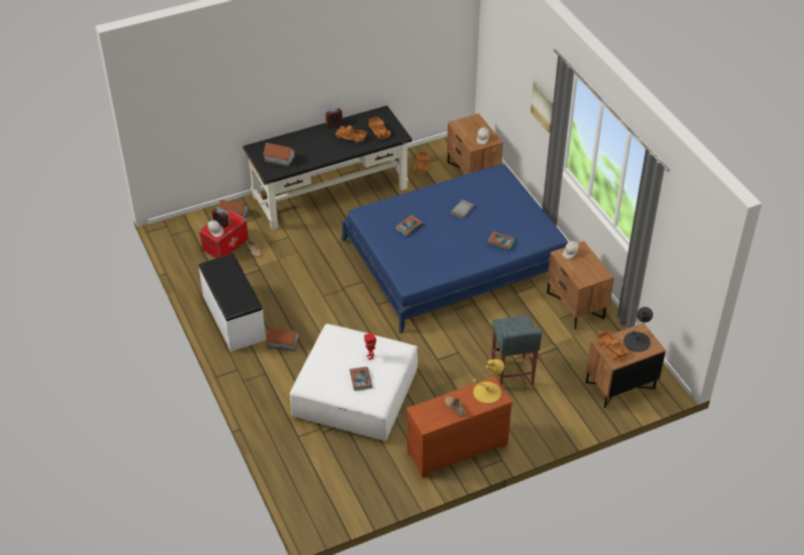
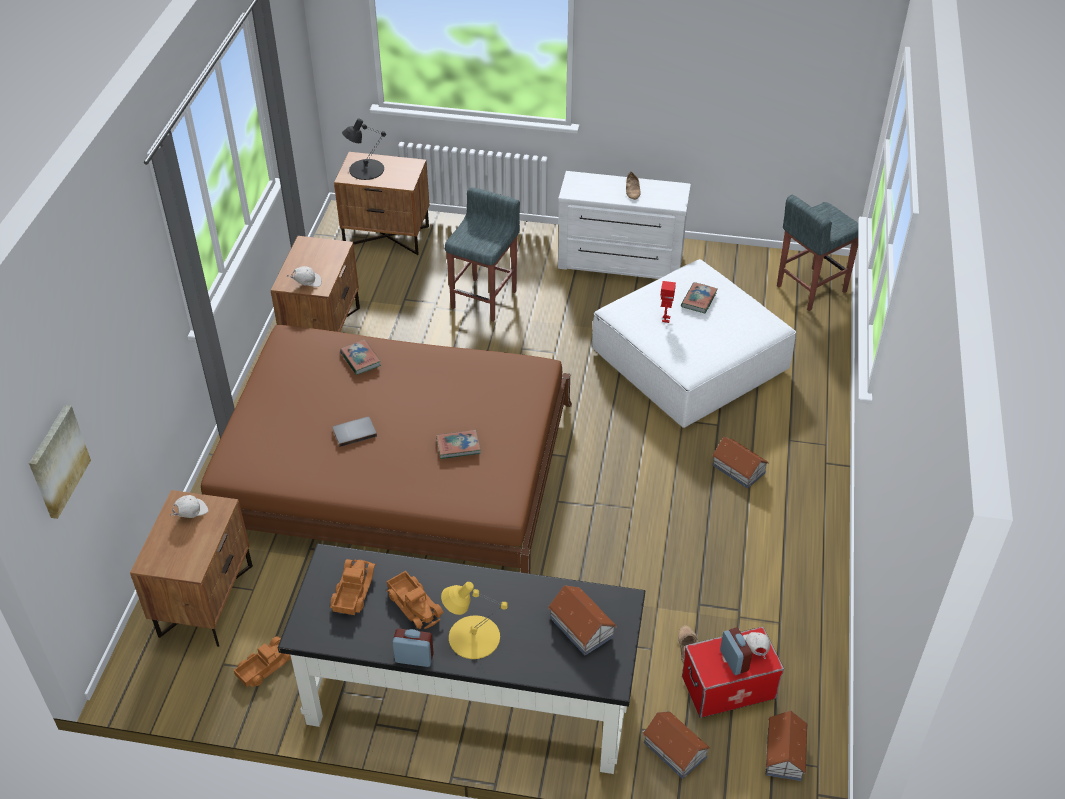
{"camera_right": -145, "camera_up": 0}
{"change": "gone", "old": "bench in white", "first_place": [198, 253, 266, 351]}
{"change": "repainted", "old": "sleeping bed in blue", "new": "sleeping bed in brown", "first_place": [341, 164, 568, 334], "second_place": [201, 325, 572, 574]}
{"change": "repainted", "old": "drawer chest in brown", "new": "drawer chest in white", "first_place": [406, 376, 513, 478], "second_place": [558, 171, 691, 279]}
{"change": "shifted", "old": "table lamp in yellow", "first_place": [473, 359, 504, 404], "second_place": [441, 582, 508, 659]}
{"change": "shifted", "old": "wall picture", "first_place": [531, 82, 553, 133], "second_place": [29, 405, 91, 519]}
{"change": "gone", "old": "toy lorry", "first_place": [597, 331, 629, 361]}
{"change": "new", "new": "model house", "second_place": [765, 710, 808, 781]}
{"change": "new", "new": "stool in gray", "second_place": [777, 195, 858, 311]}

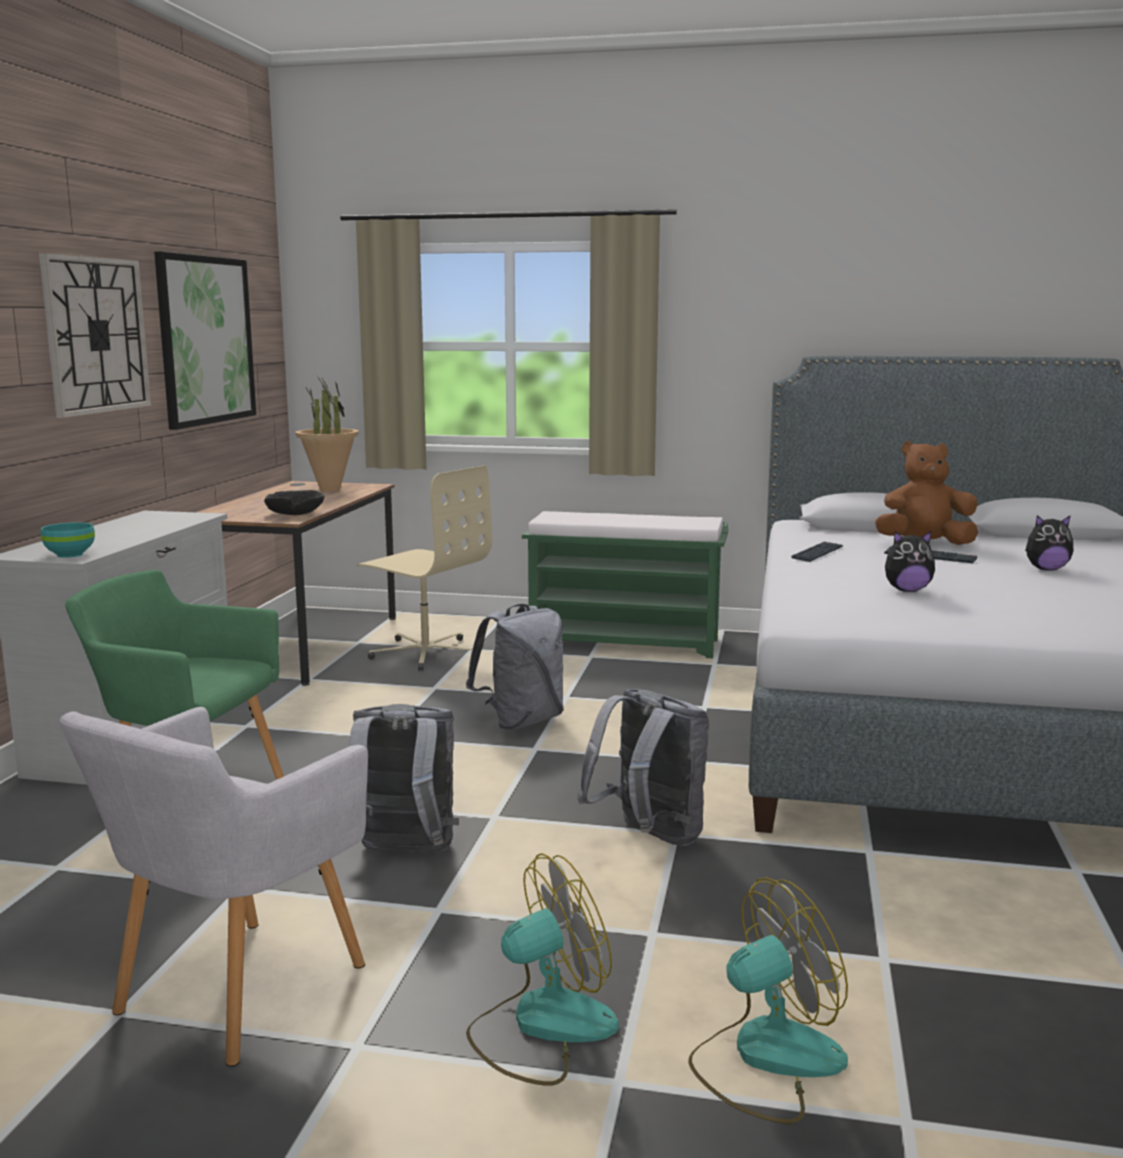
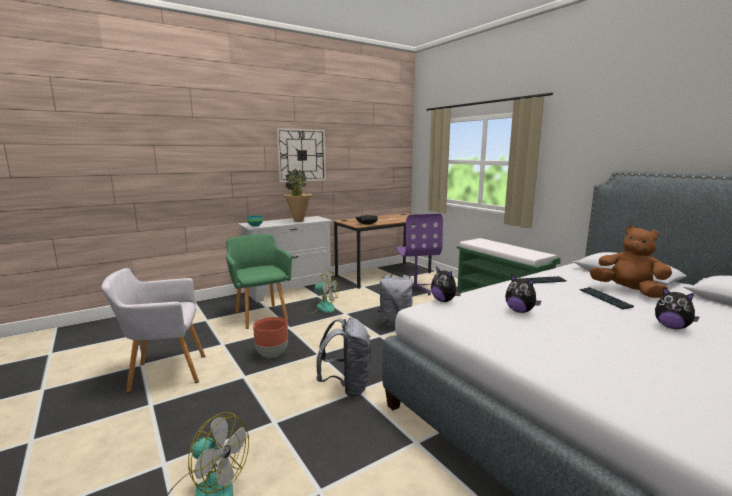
{"camera_right": 45, "camera_up": 0}
{"change": "gone", "old": "wall picture", "first_place": [154, 251, 256, 430]}
{"change": "shifted", "old": "plant in a pot", "first_place": [295, 376, 359, 492], "second_place": [284, 168, 312, 222]}
{"change": "swapped", "old": "rucksack in gray", "new": "flower pot in brown", "first_place": [349, 704, 459, 853], "second_place": [253, 317, 288, 358]}
{"change": "repainted", "old": "desk chair in beige-coloured", "new": "desk chair in purple", "first_place": [356, 465, 492, 671], "second_place": [394, 214, 443, 295]}
{"change": "shifted", "old": "electric fan", "first_place": [466, 853, 619, 1086], "second_place": [303, 270, 339, 314]}
{"change": "new", "new": "plush toy", "second_place": [431, 266, 461, 302]}

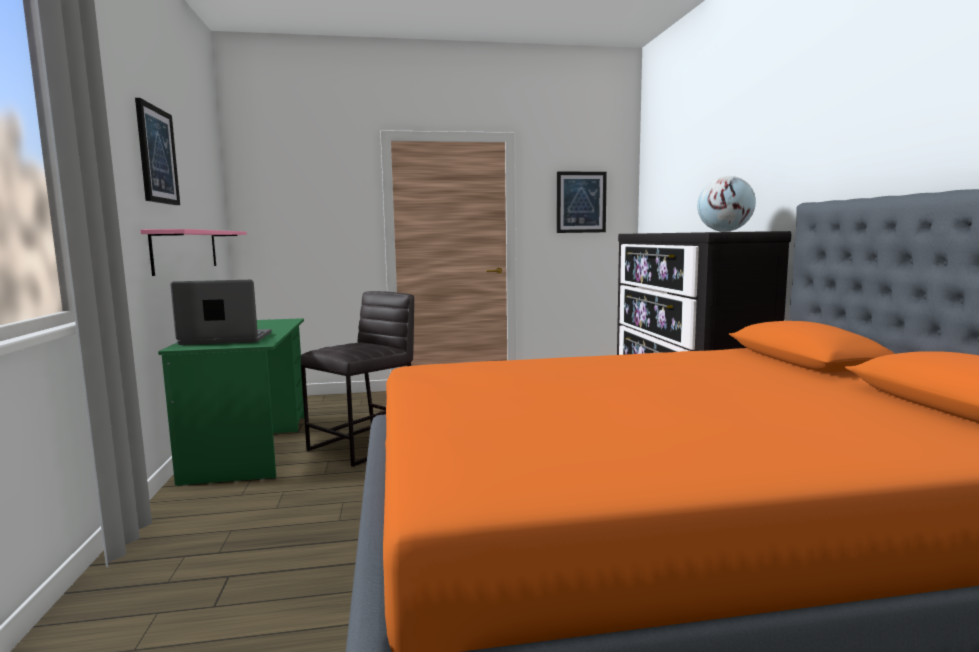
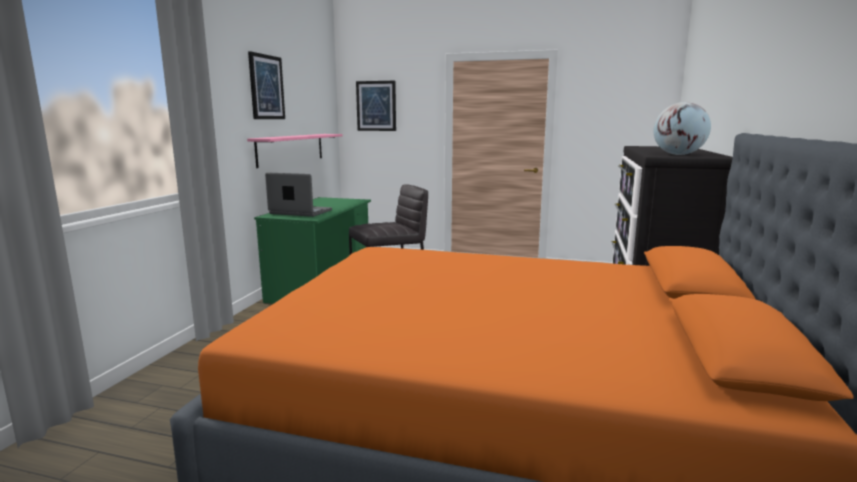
{"camera_right": 25, "camera_up": 5}
{"change": "shifted", "old": "wall picture", "first_place": [557, 172, 607, 233], "second_place": [356, 81, 396, 131]}

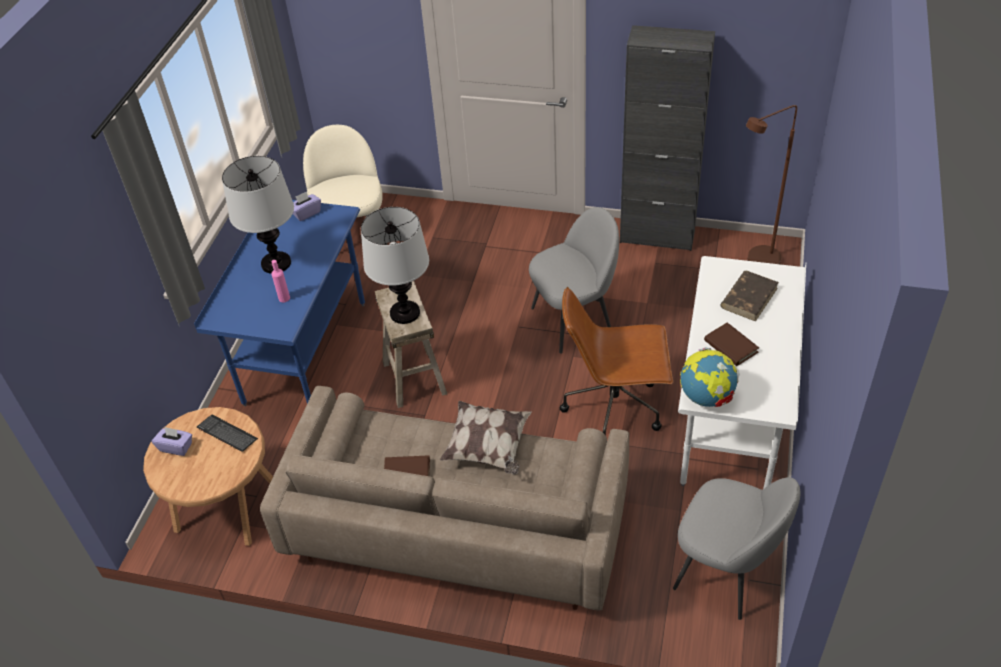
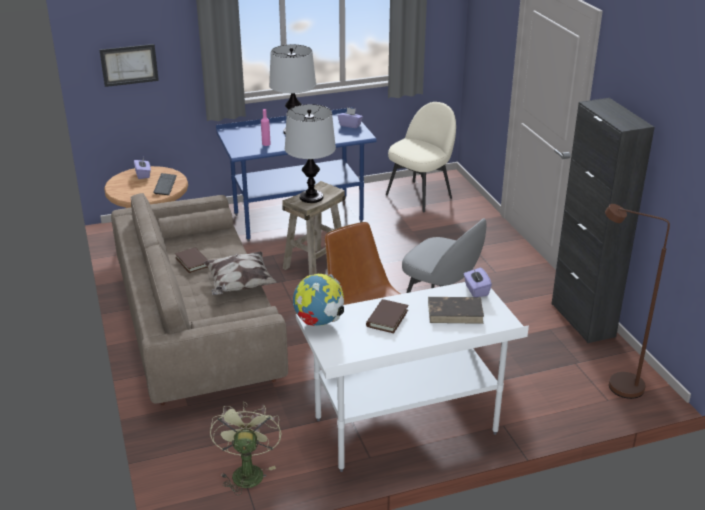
{"camera_right": 55, "camera_up": -15}
{"change": "swapped", "old": "plain chair in gray", "new": "electric fan in greenish", "first_place": [673, 477, 801, 620], "second_place": [210, 401, 282, 495]}
{"change": "new", "new": "wall picture", "second_place": [99, 44, 159, 87]}
{"change": "new", "new": "tissue holder in purple", "second_place": [464, 267, 492, 297]}

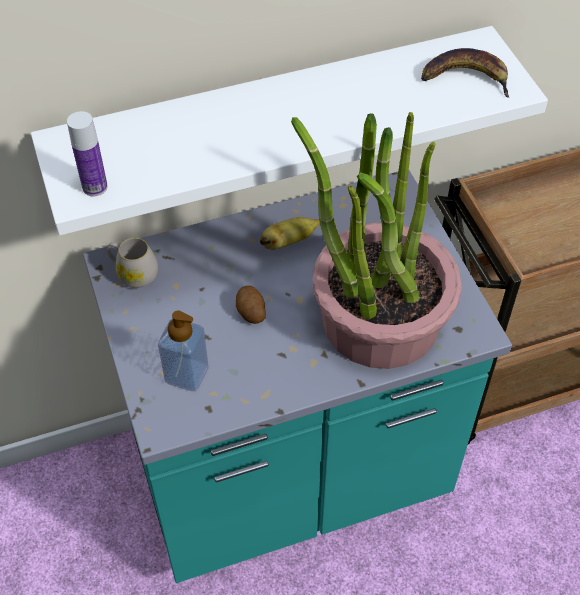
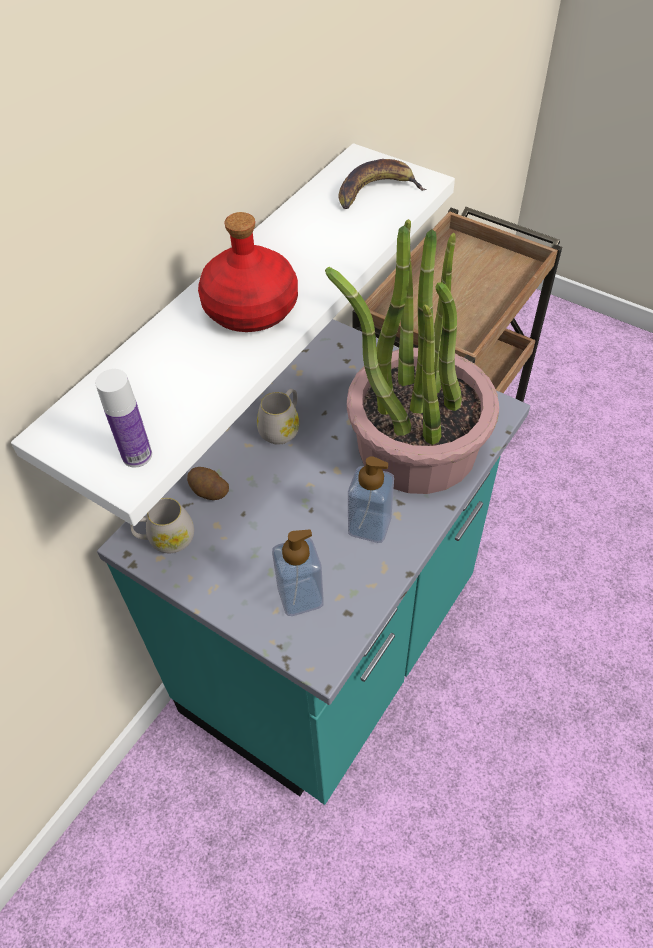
{"camera_right": -35, "camera_up": 0}
{"change": "shifted", "old": "potato", "first_place": [236, 285, 266, 324], "second_place": [187, 467, 229, 500]}
{"change": "swapped", "old": "whole banana", "new": "coffee mug in white", "first_place": [260, 217, 320, 250], "second_place": [257, 389, 300, 445]}
{"change": "new", "new": "bottle in reddish", "second_place": [198, 212, 298, 332]}
{"change": "new", "new": "soap bottle", "second_place": [348, 456, 394, 543]}

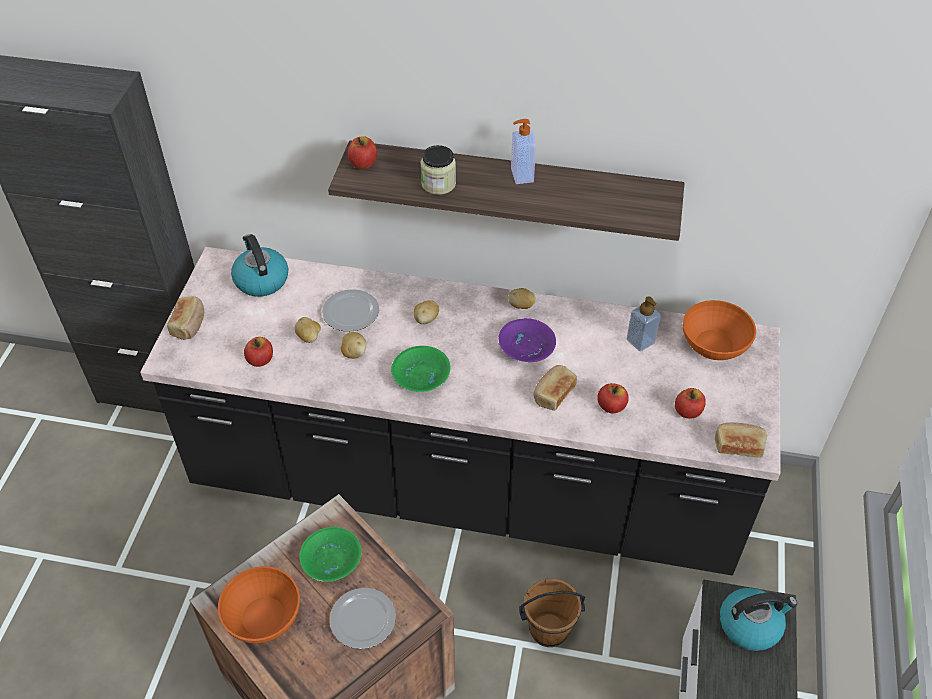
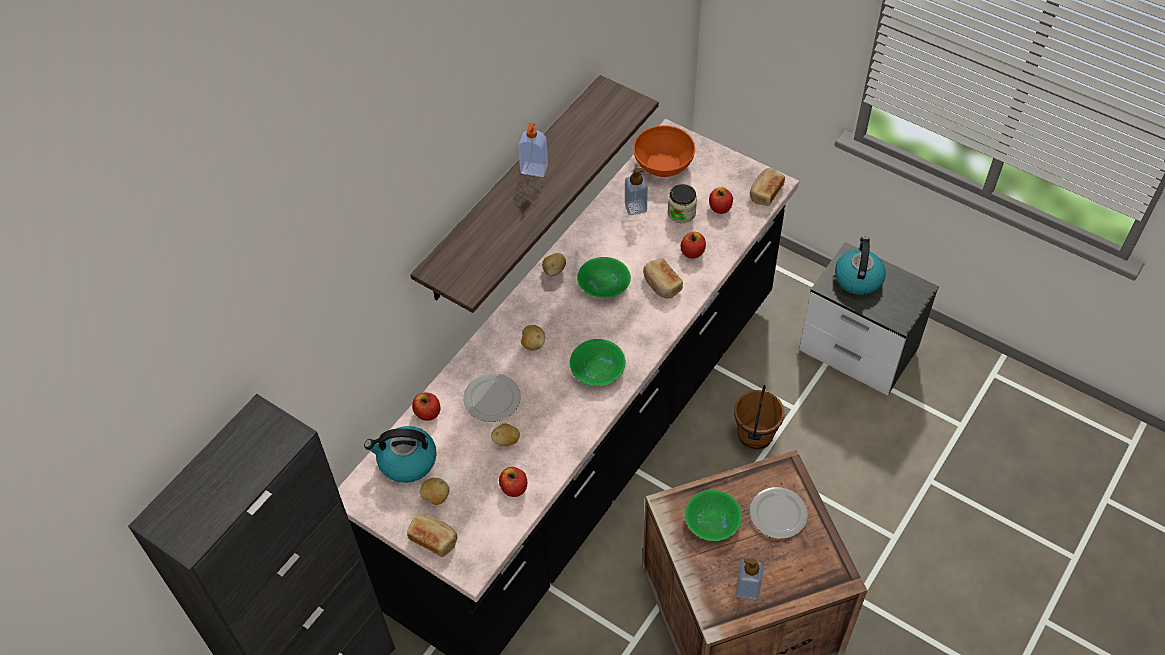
{"camera_right": -65, "camera_up": 5}
{"change": "swapped", "old": "deep dish in orange-coloured", "new": "soap bottle", "first_place": [218, 566, 300, 643], "second_place": [736, 558, 764, 600]}
{"change": "shifted", "old": "potato", "first_place": [341, 332, 366, 359], "second_place": [420, 478, 449, 505]}
{"change": "shifted", "old": "whole apple", "first_place": [348, 136, 377, 169], "second_place": [412, 393, 440, 421]}
{"change": "shifted", "old": "jar", "first_place": [420, 145, 456, 195], "second_place": [668, 184, 697, 223]}
{"change": "repainted", "old": "deep dish in purple", "new": "deep dish in greenish", "first_place": [498, 318, 556, 362], "second_place": [577, 257, 631, 298]}

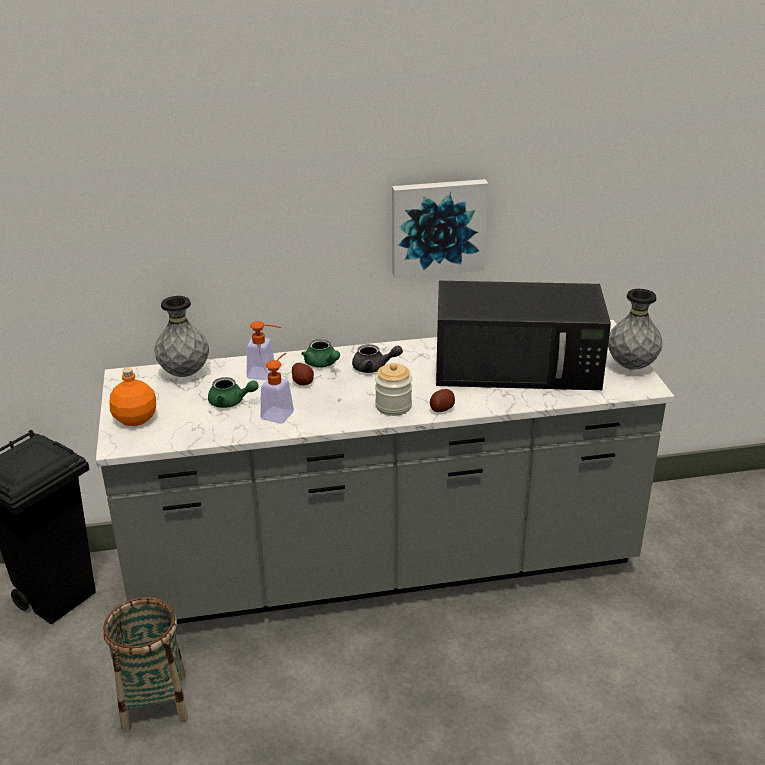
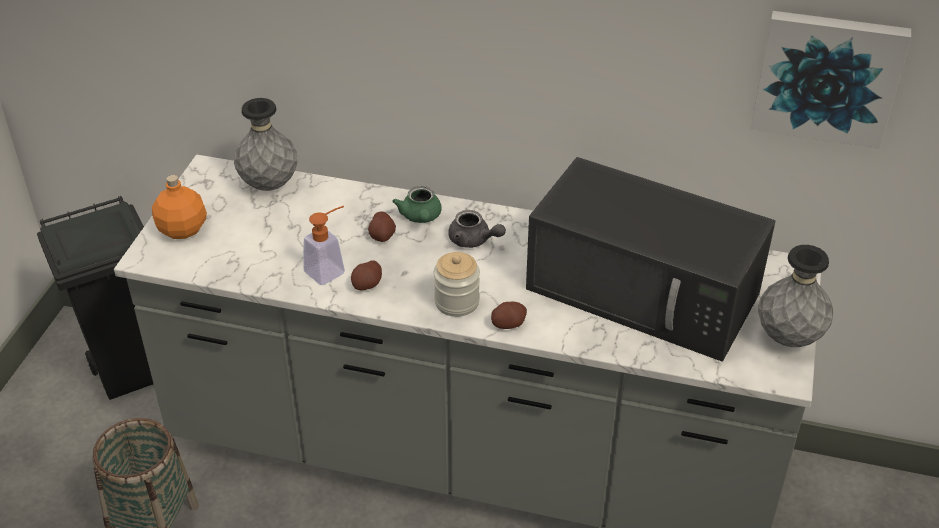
{"camera_right": 25, "camera_up": 10}
{"change": "gone", "old": "pot for tea in greenish", "first_place": [208, 377, 258, 408]}
{"change": "gone", "old": "soap bottle", "first_place": [247, 321, 281, 380]}
{"change": "shifted", "old": "wall picture", "first_place": [392, 179, 488, 278], "second_place": [751, 11, 911, 149]}
{"change": "new", "new": "potato", "second_place": [351, 260, 382, 290]}

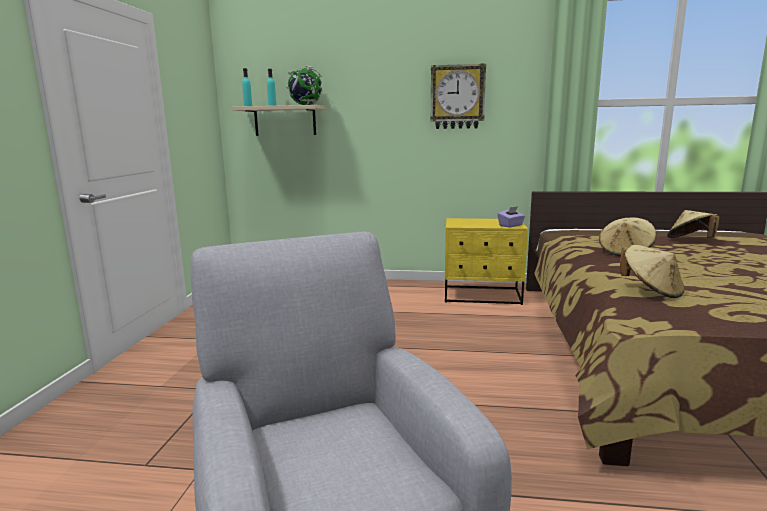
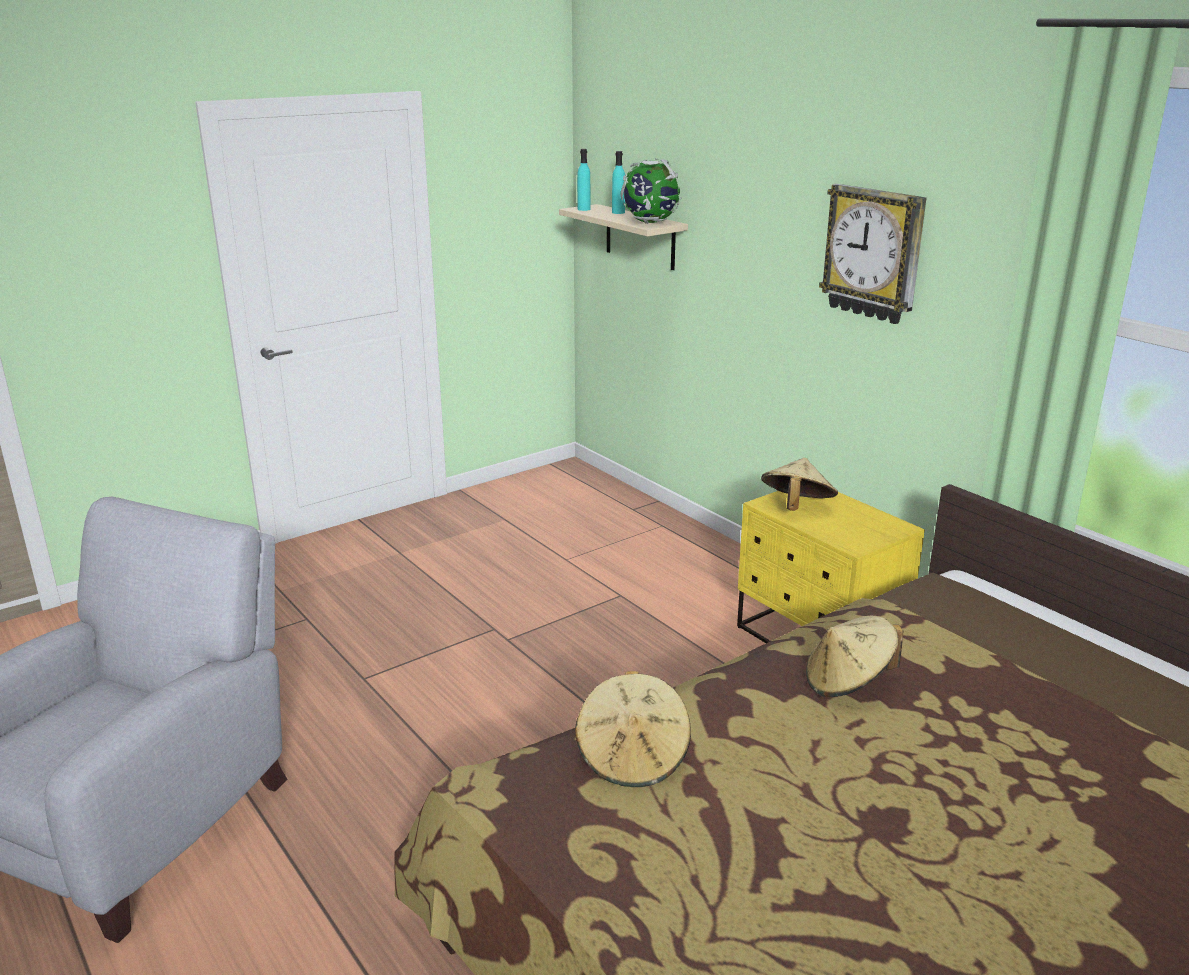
{"camera_right": 45, "camera_up": 10}
{"change": "gone", "old": "tissue holder in purple", "first_place": [498, 206, 525, 227]}
{"change": "shifted", "old": "clothing hat in beige-coloured", "first_place": [667, 210, 719, 238], "second_place": [761, 458, 838, 511]}

